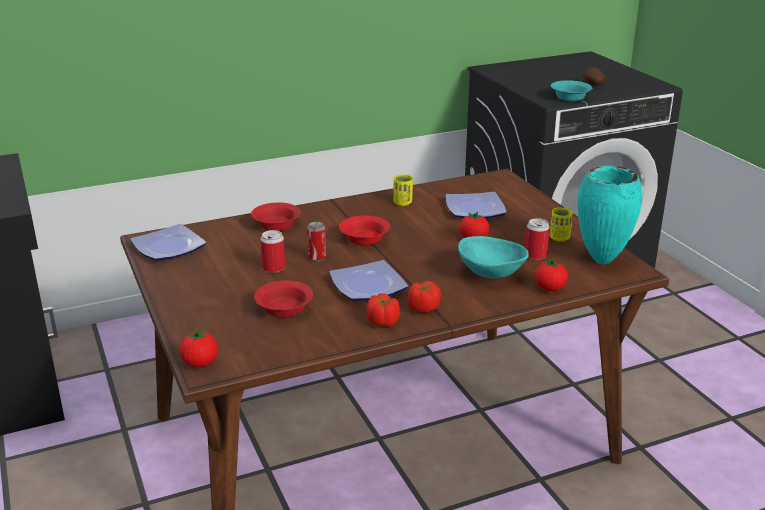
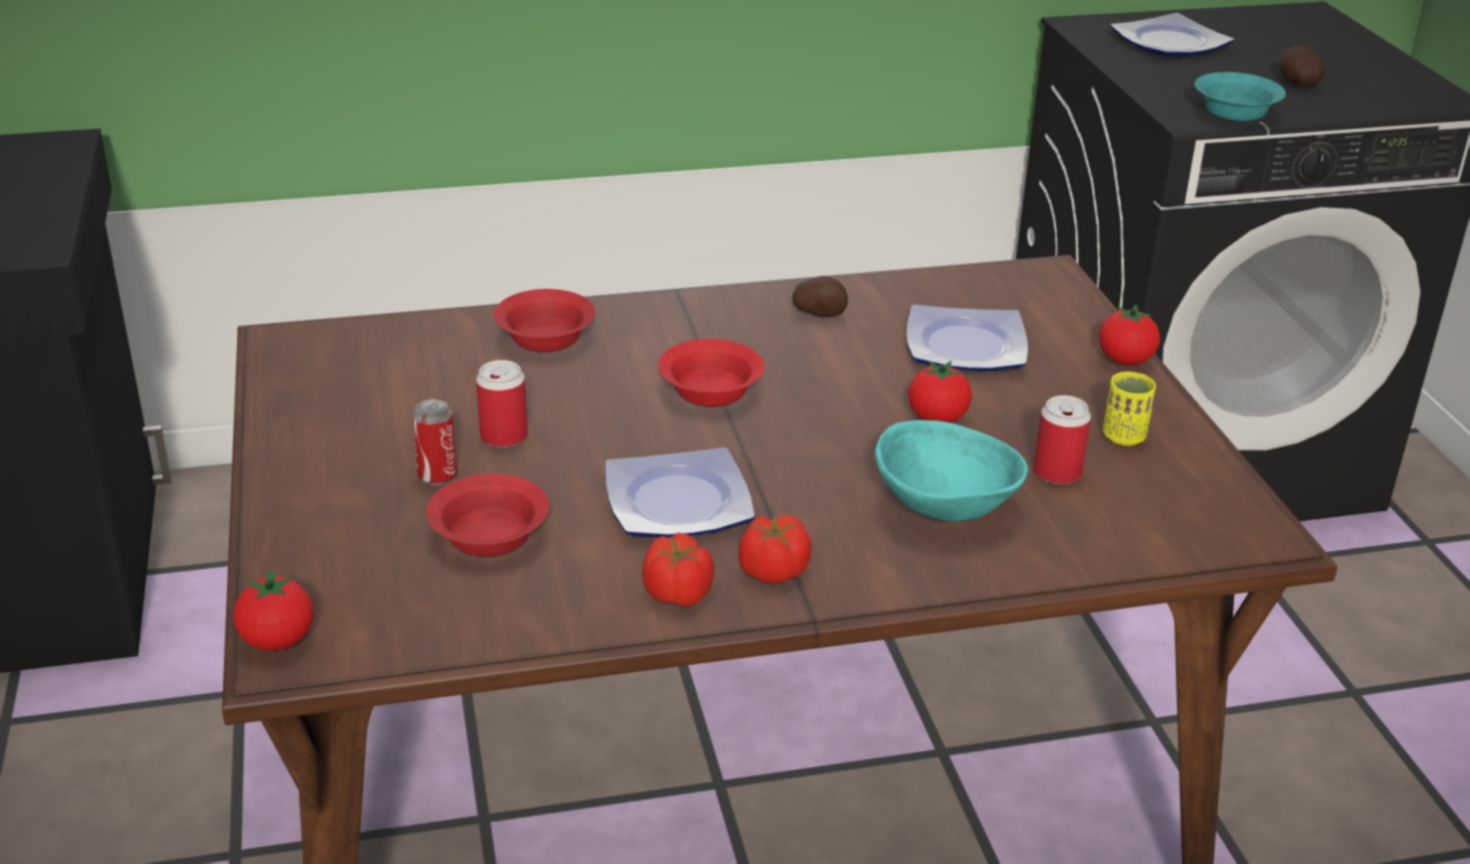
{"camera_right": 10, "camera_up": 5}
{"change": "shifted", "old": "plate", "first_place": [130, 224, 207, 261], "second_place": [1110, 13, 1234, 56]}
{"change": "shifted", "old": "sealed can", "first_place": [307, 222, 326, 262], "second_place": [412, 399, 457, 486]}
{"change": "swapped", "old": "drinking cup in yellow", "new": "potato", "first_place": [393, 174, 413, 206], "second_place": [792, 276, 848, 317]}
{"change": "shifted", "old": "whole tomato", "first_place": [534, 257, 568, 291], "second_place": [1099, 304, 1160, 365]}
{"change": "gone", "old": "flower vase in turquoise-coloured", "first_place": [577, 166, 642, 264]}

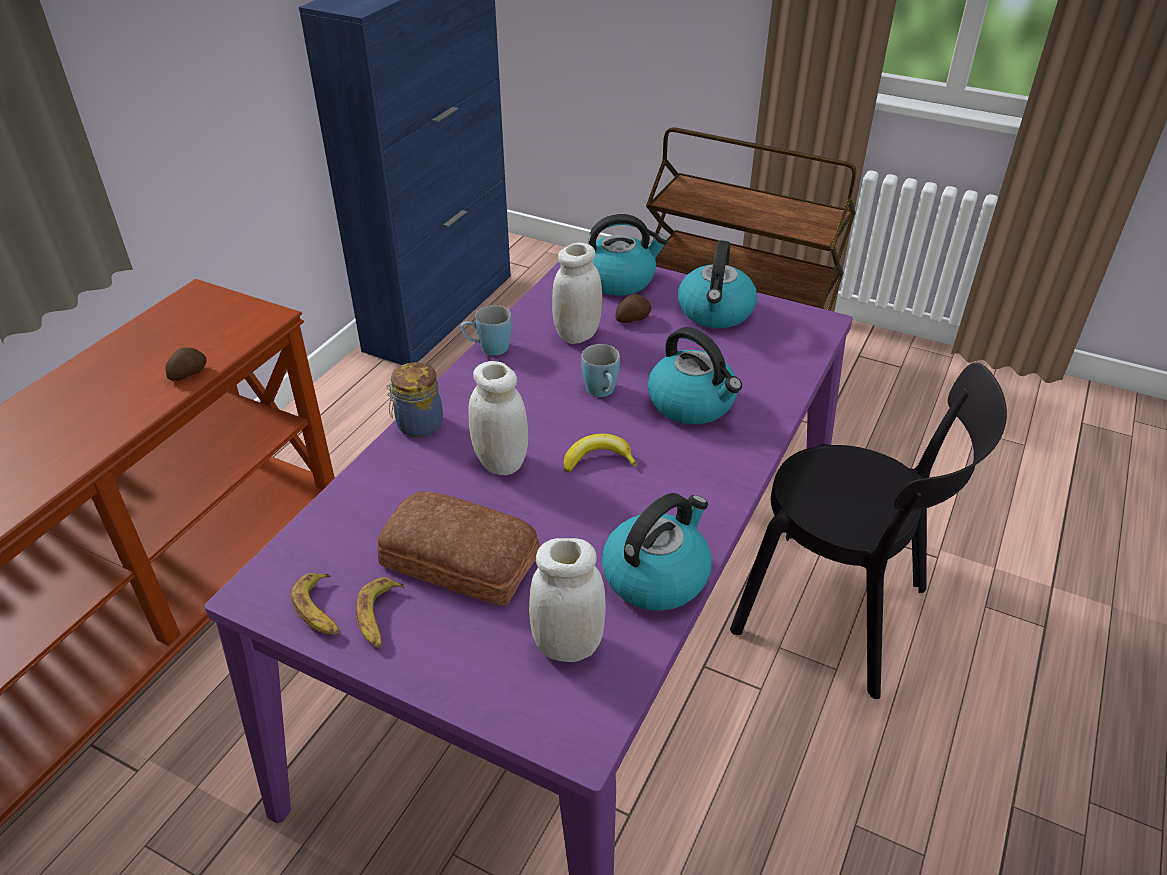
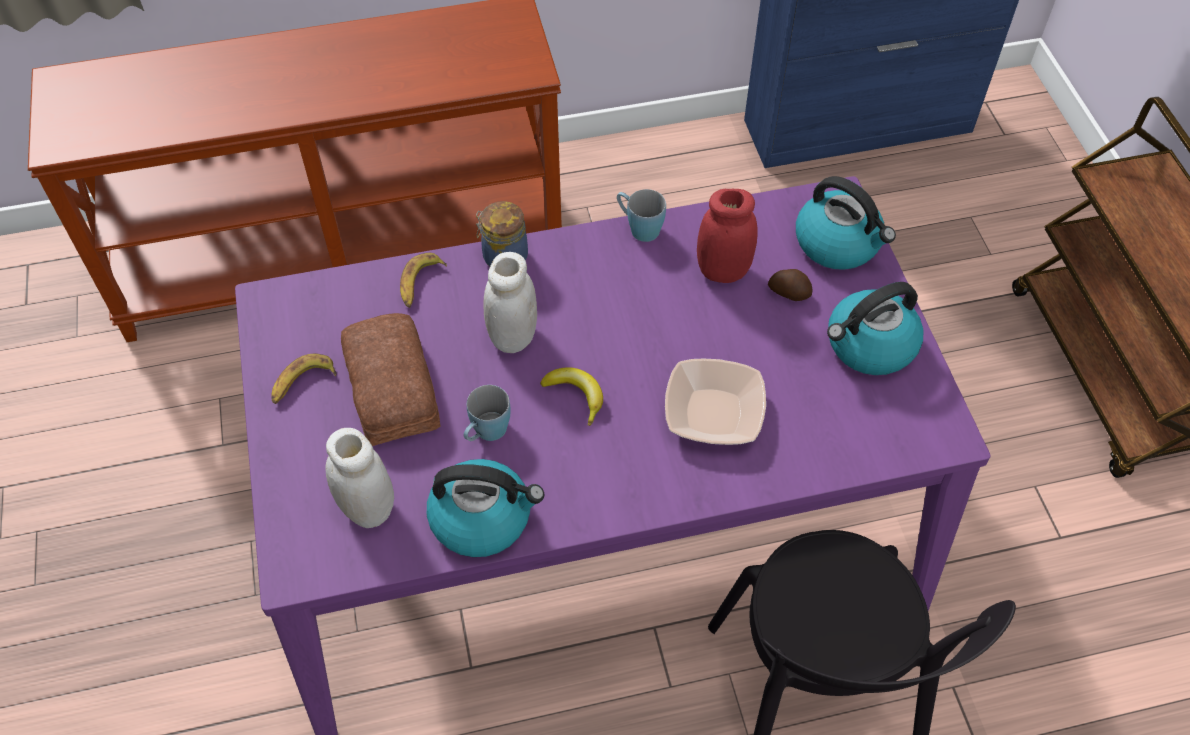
{"camera_right": 50, "camera_up": 15}
{"change": "gone", "old": "potato", "first_place": [166, 347, 206, 381]}
{"change": "shifted", "old": "whole banana", "first_place": [291, 573, 339, 635], "second_place": [400, 253, 447, 308]}
{"change": "repainted", "old": "jar in white", "new": "jar in reddish", "first_place": [552, 243, 602, 344], "second_place": [697, 189, 758, 283]}
{"change": "shifted", "old": "coffee mug in blue", "first_place": [581, 344, 620, 397], "second_place": [464, 385, 511, 441]}
{"change": "swapped", "old": "tea kettle", "new": "deep dish", "first_place": [648, 327, 742, 424], "second_place": [665, 359, 766, 445]}

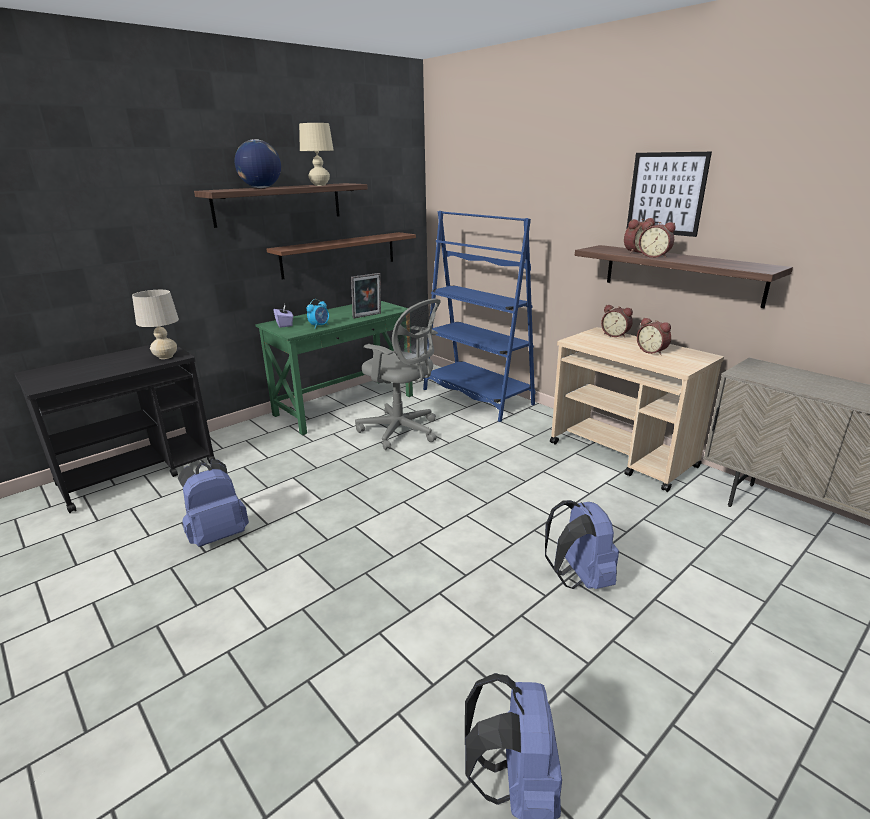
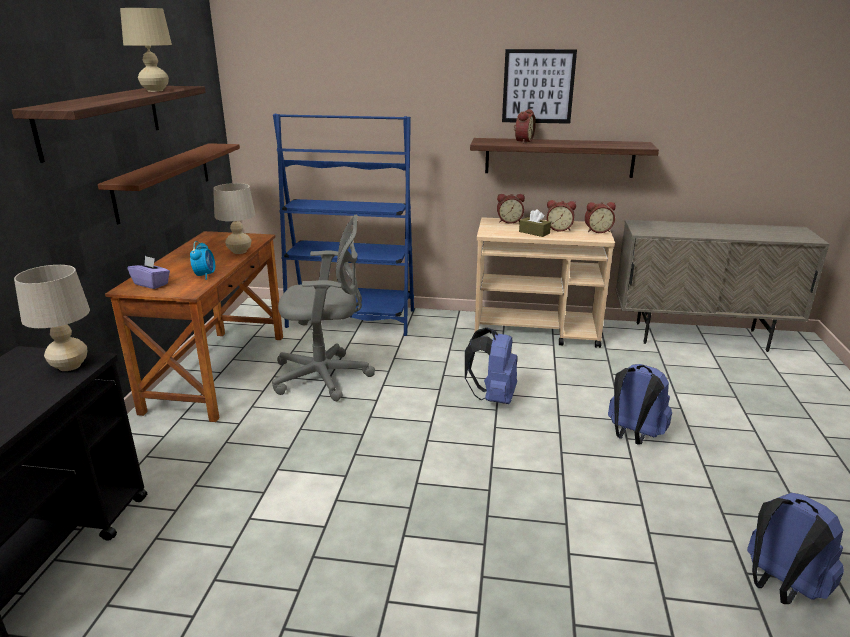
{"camera_right": -40, "camera_up": 0}
{"change": "shifted", "old": "rucksack in blue", "first_place": [178, 459, 249, 547], "second_place": [465, 328, 517, 404]}
{"change": "gone", "old": "globe", "first_place": [235, 139, 281, 188]}
{"change": "repainted", "old": "desk table in greenish", "new": "desk table in brown", "first_place": [255, 301, 413, 435], "second_place": [105, 231, 283, 422]}
{"change": "swapped", "old": "standing frame", "new": "table lamp in beige-coloured", "first_place": [351, 273, 381, 318], "second_place": [213, 183, 255, 254]}
{"change": "shifted", "old": "bedside clock", "first_place": [639, 221, 676, 258], "second_place": [585, 202, 616, 233]}
{"change": "new", "new": "tissue holder in brown", "second_place": [519, 209, 551, 237]}

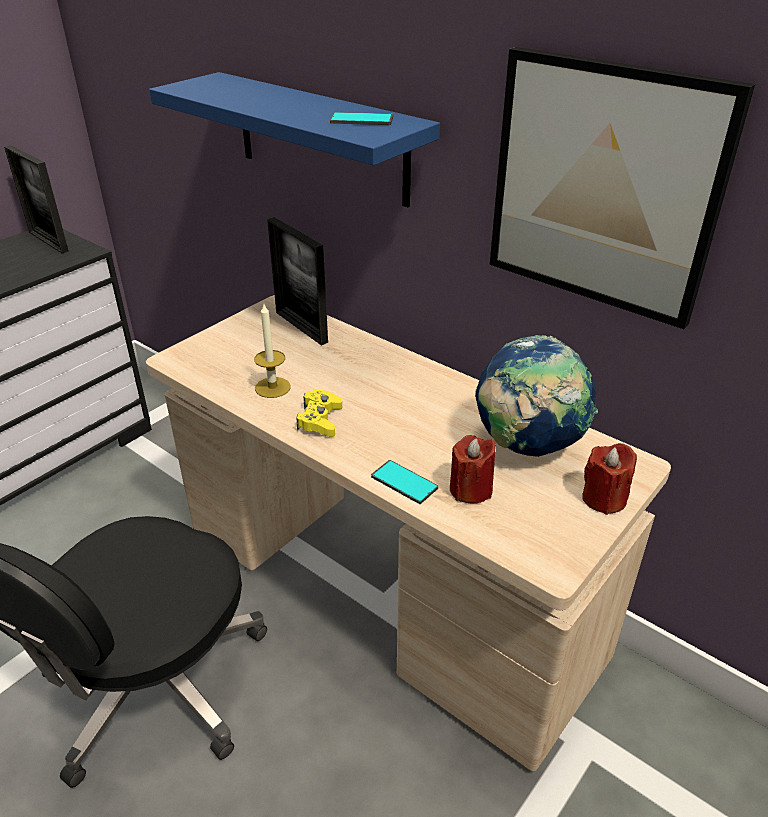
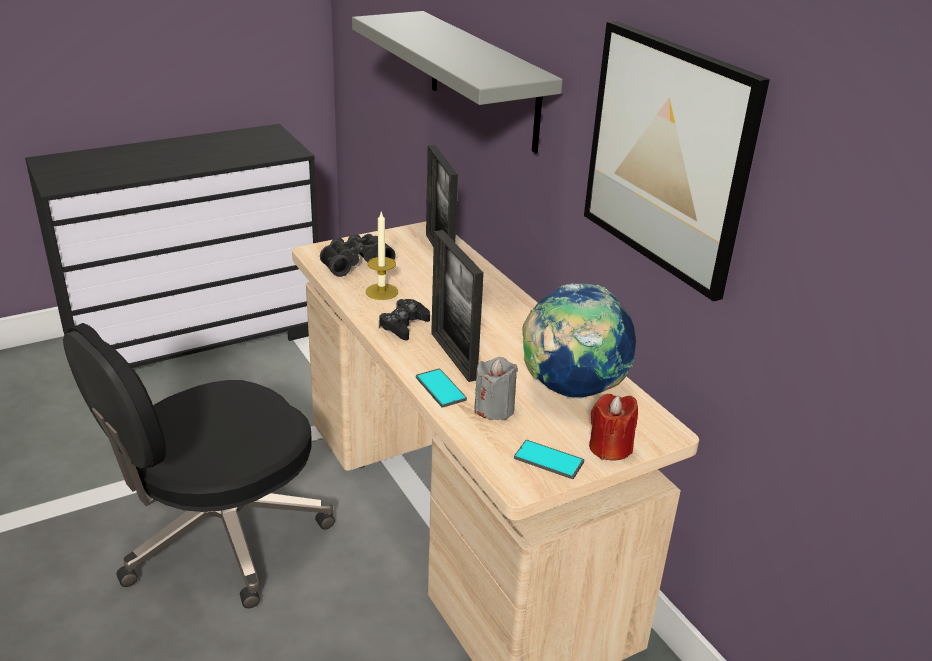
{"camera_right": 20, "camera_up": -5}
{"change": "shifted", "old": "standing frame", "first_place": [4, 145, 69, 253], "second_place": [431, 230, 484, 382]}
{"change": "repainted", "old": "wall shelf in blue", "new": "wall shelf in gray", "first_place": [149, 72, 440, 207], "second_place": [352, 11, 563, 153]}
{"change": "repainted", "old": "gamepad in yellow", "new": "gamepad in blackish", "first_place": [296, 390, 342, 437], "second_place": [379, 299, 430, 340]}
{"change": "shifted", "old": "telephone", "first_place": [330, 112, 393, 125], "second_place": [514, 440, 584, 479]}
{"change": "repainted", "old": "candle in reddish", "new": "candle in gray", "first_place": [450, 435, 496, 504], "second_place": [474, 357, 518, 420]}
{"change": "new", "new": "field glasses in blackish", "second_place": [320, 234, 395, 277]}

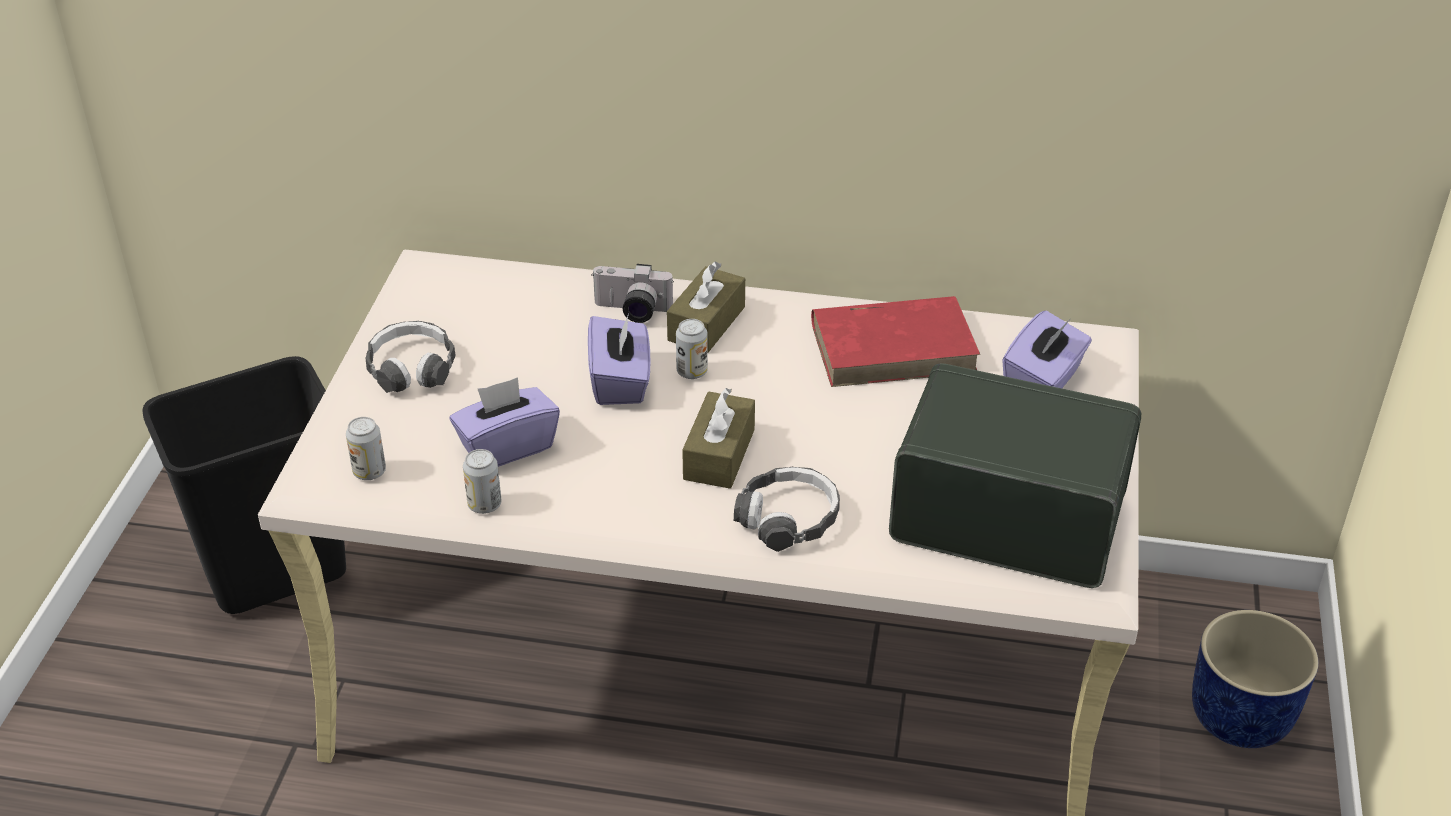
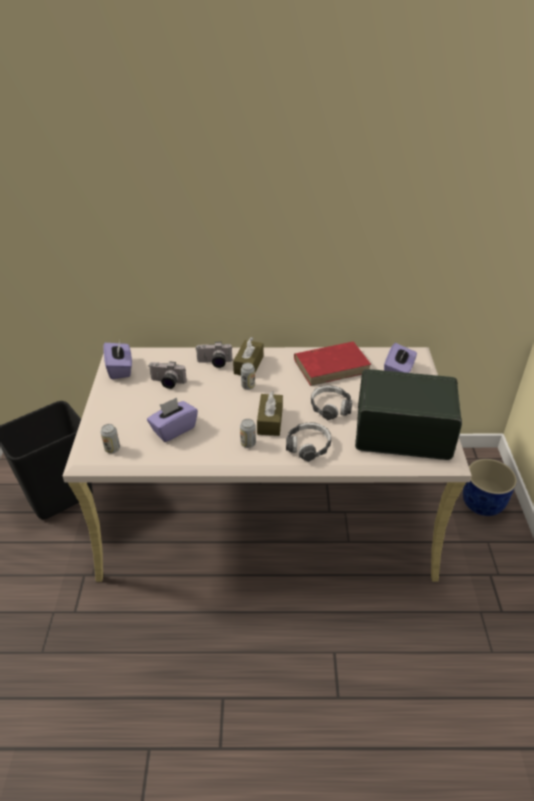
{"camera_right": -10, "camera_up": 0}
{"change": "shifted", "old": "pair of headphones", "first_place": [366, 321, 456, 393], "second_place": [311, 385, 352, 420]}
{"change": "shifted", "old": "sealed can", "first_place": [463, 449, 501, 514], "second_place": [240, 419, 256, 448]}
{"change": "shifted", "old": "tissue holder in purple", "first_place": [588, 314, 650, 405], "second_place": [103, 341, 132, 379]}
{"change": "new", "new": "still camera", "second_place": [149, 361, 187, 389]}

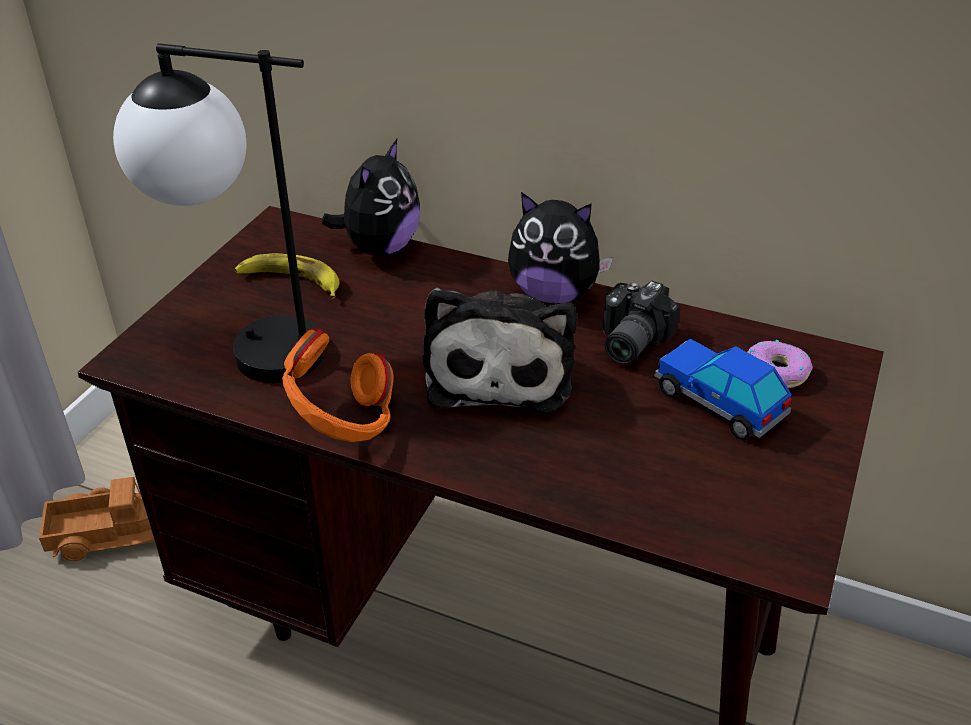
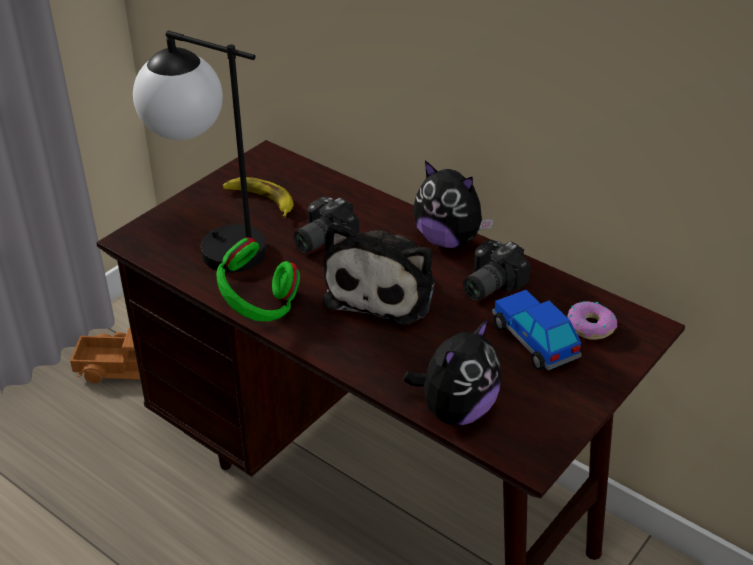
{"camera_right": 15, "camera_up": 0}
{"change": "repainted", "old": "pair of headphones in orange-coloured", "new": "pair of headphones in greenish", "first_place": [282, 328, 394, 442], "second_place": [216, 237, 300, 321]}
{"change": "shifted", "old": "plush toy", "first_place": [321, 139, 420, 256], "second_place": [403, 318, 501, 425]}
{"change": "new", "new": "still camera", "second_place": [293, 196, 359, 253]}

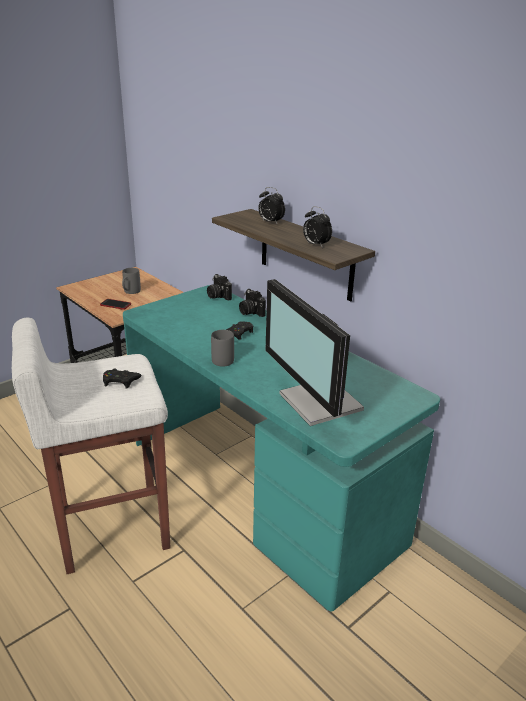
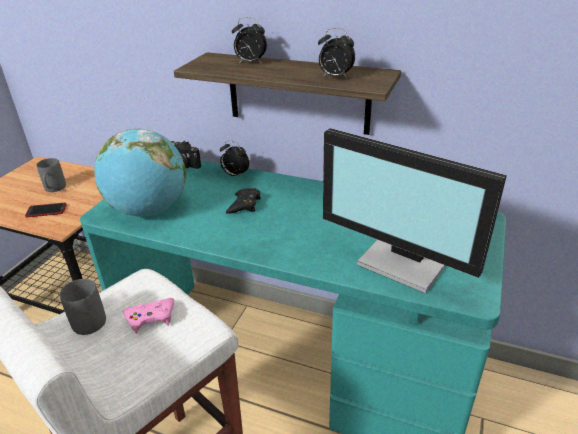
{"camera_right": -25, "camera_up": 5}
{"change": "repainted", "old": "gamepad in blackish", "new": "gamepad in pinkish", "first_place": [103, 368, 141, 388], "second_place": [123, 298, 174, 334]}
{"change": "shifted", "old": "coffee mug in gray", "first_place": [211, 330, 234, 367], "second_place": [60, 279, 106, 335]}
{"change": "swapped", "old": "still camera", "new": "bedside clock", "first_place": [239, 289, 266, 317], "second_place": [220, 141, 249, 178]}
{"change": "new", "new": "globe", "second_place": [94, 129, 186, 216]}

